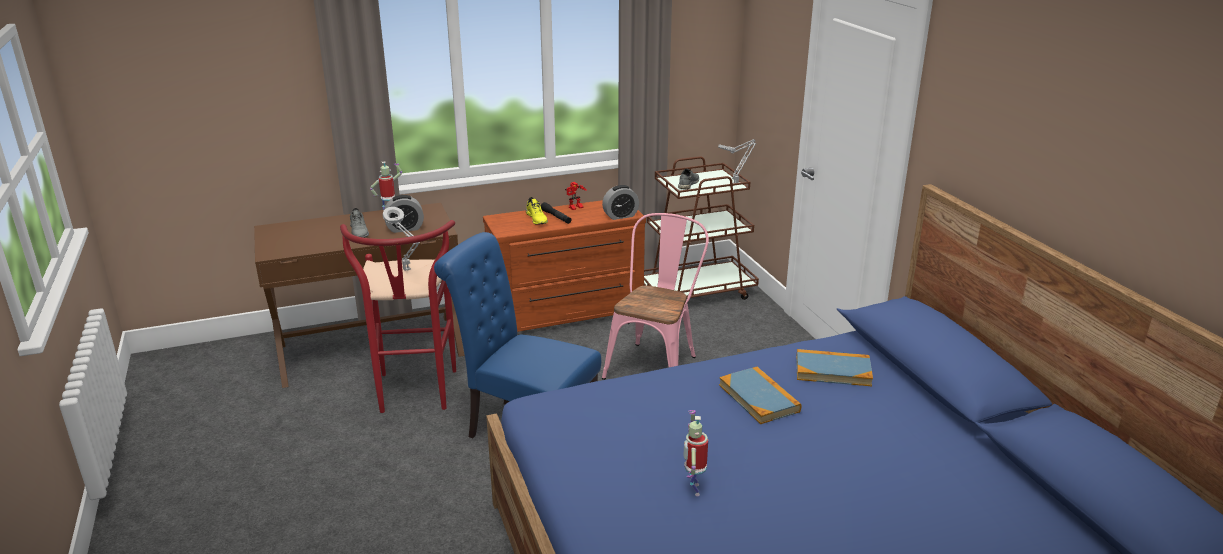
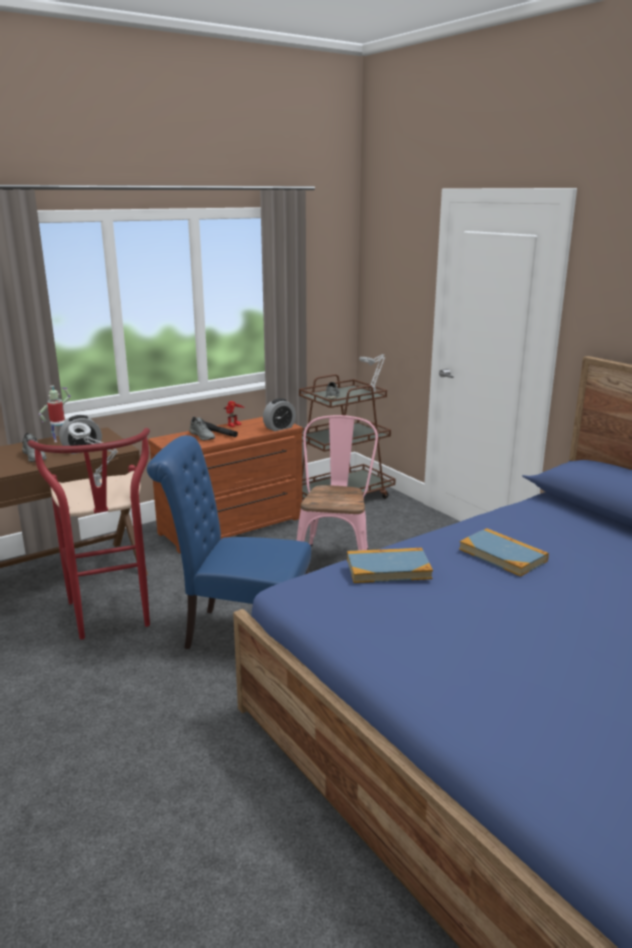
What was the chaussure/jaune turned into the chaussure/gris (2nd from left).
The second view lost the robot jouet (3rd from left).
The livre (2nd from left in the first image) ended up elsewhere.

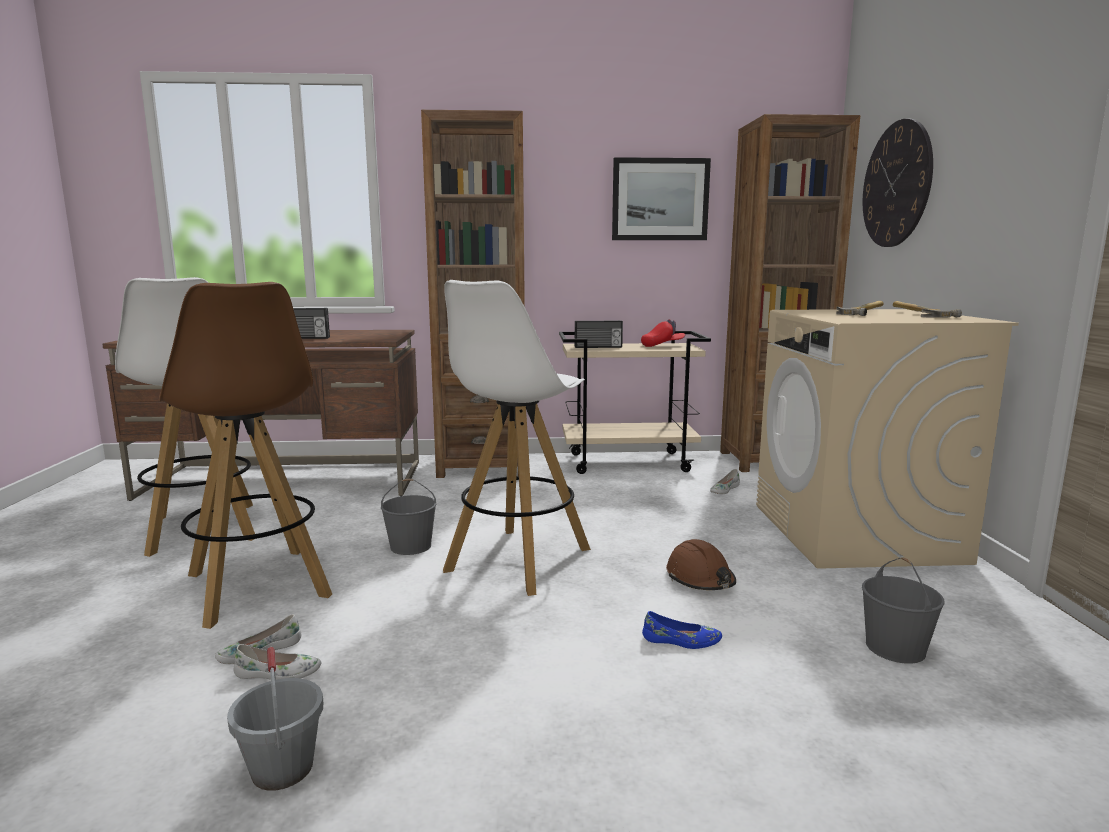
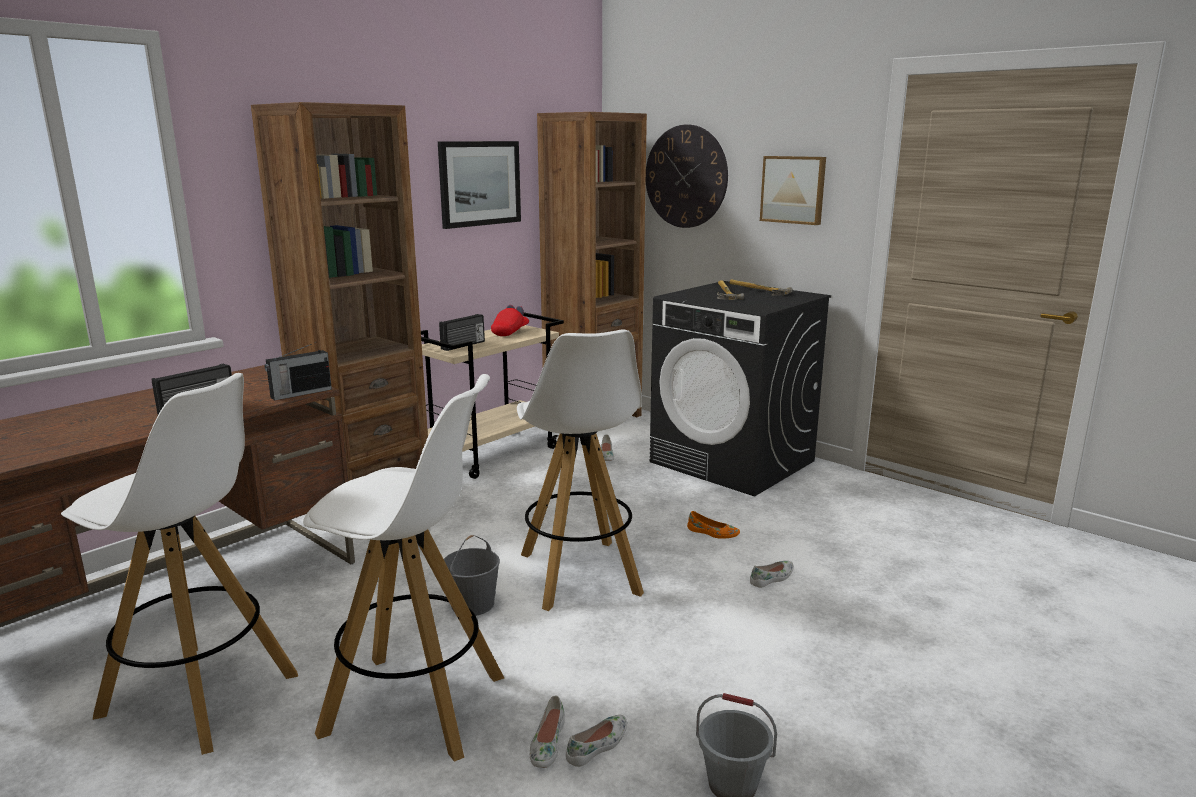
What was the tabouret/marron turned into the tabouret/blanc (2nd from left).
What was the chaussure/bleu turned into the chaussure/blanc (4th from left).
Where the casque de chantier/marron stood, the chaussure/orange came to stand.
What was the lave-linge/beige turned into the lave-linge/noir.
The second view lost the seau/gris (3rd from left).
The second view gained the radio (2nd from left).
The second view gained the tableau (2nd from left).

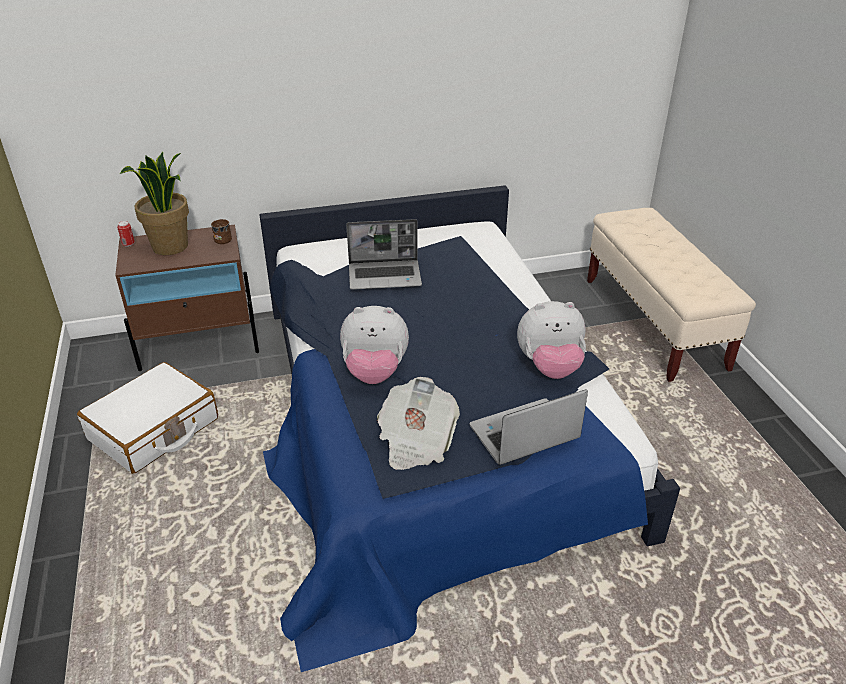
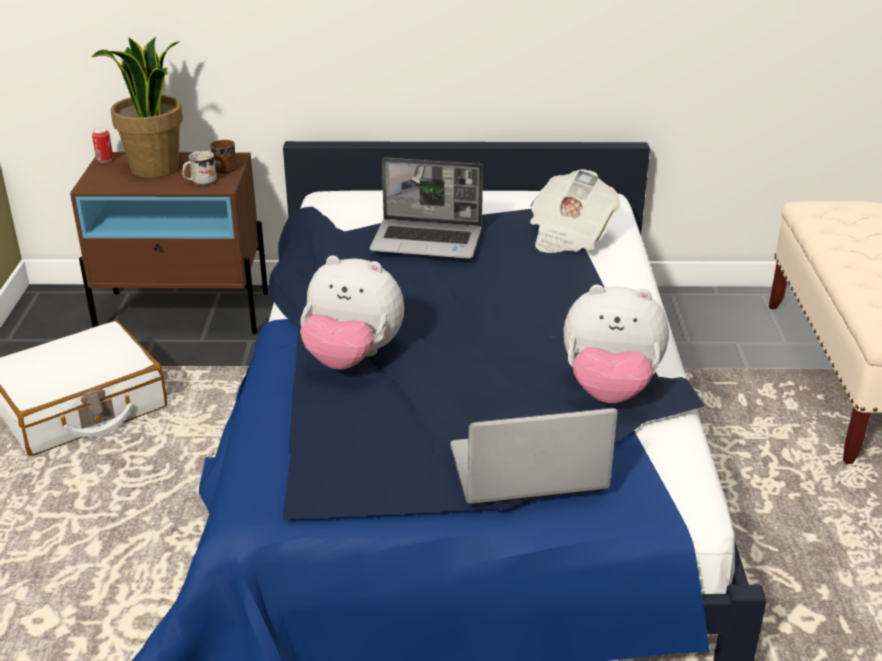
The journal ended up elsewhere.
The second view gained the mug/blanc.

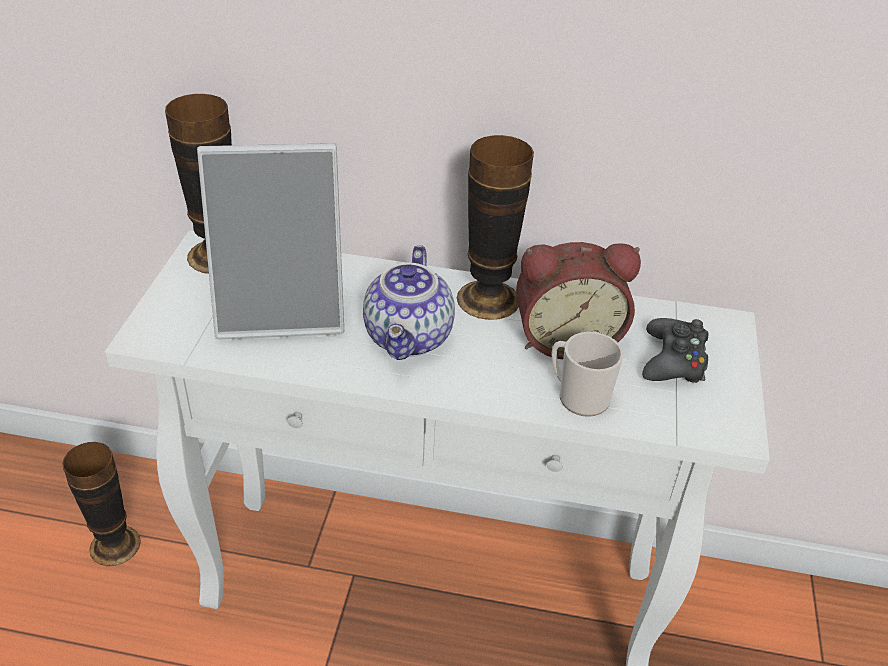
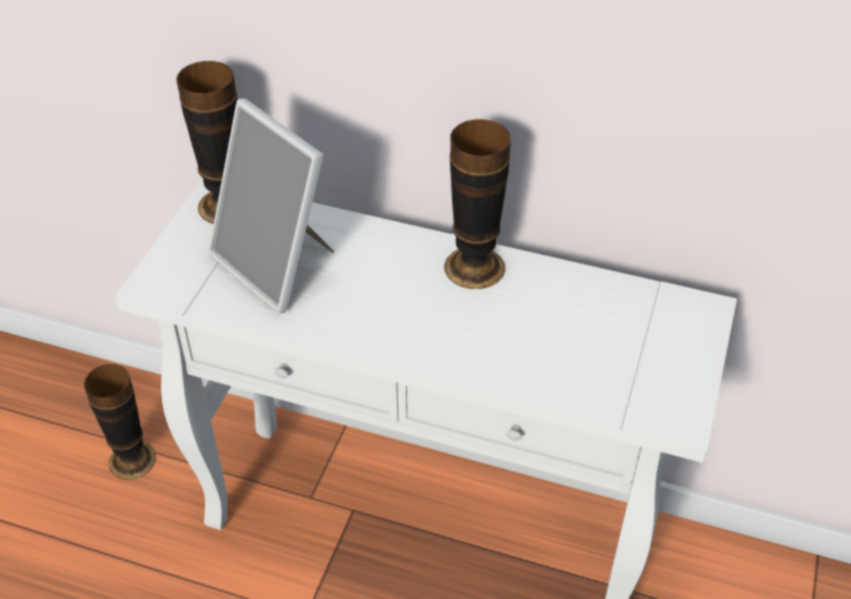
The cadre photo ended up facing another way, 45 degrees clockwise from before.
The second view lost the théière.
The second view lost the réveil.
The second view lost the mug.
The second view lost the manette/noir.

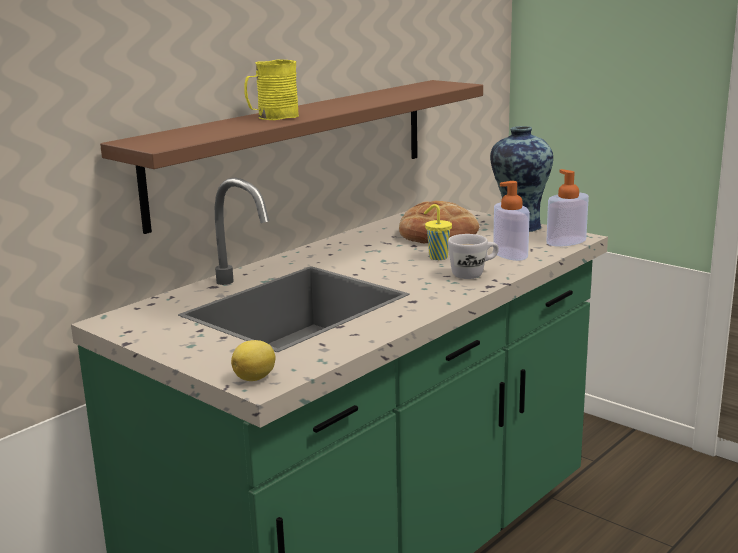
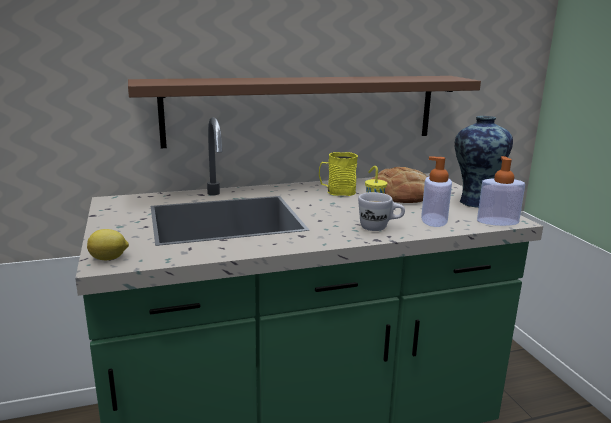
The mug/jaune ended up elsewhere.

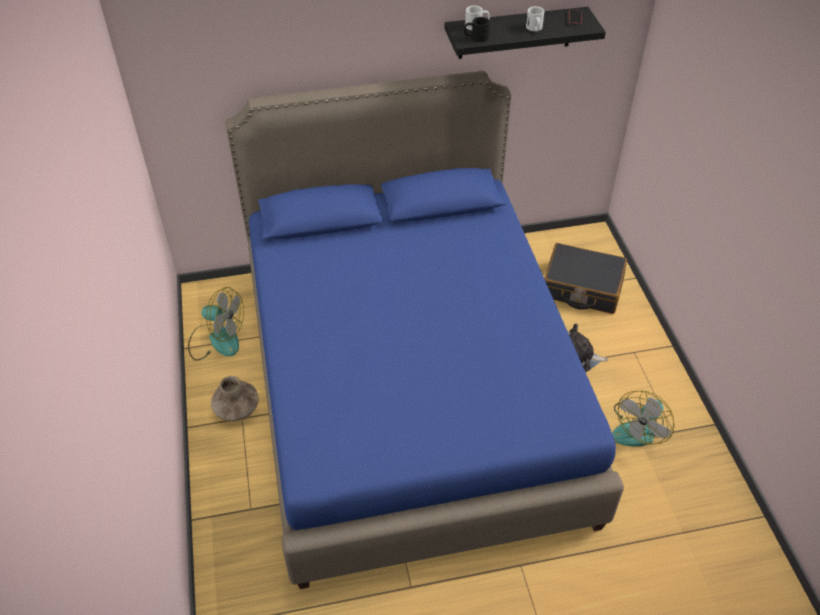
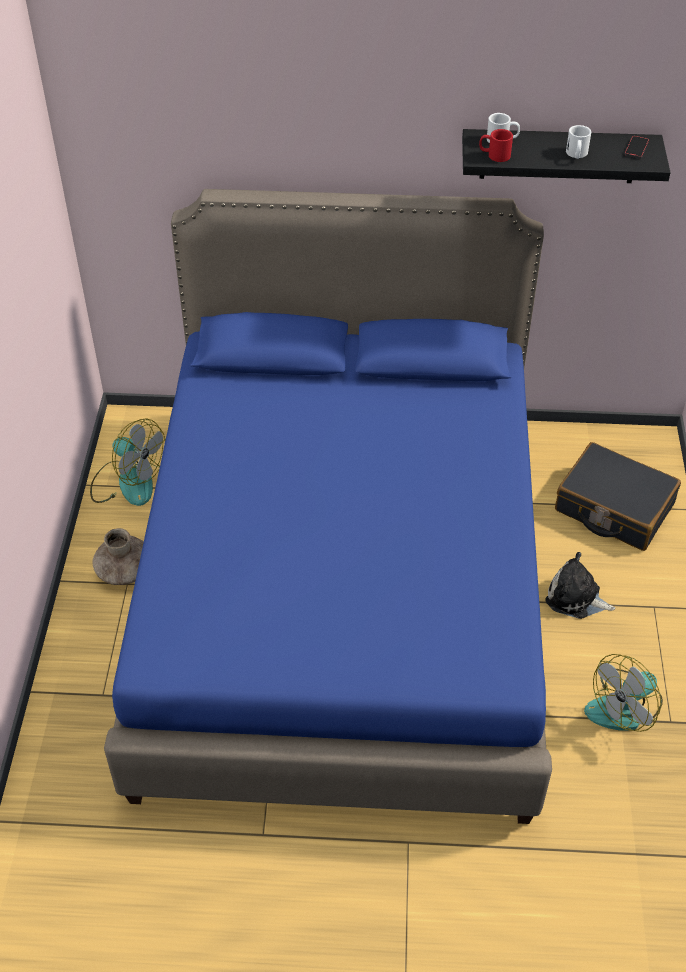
What was the mug/noir turned into the mug/rouge.

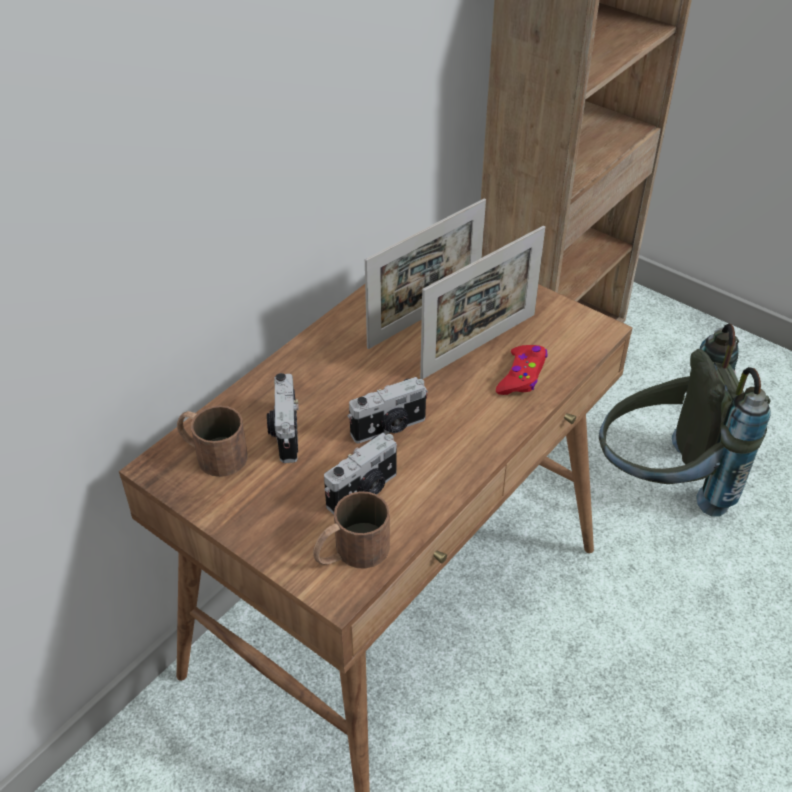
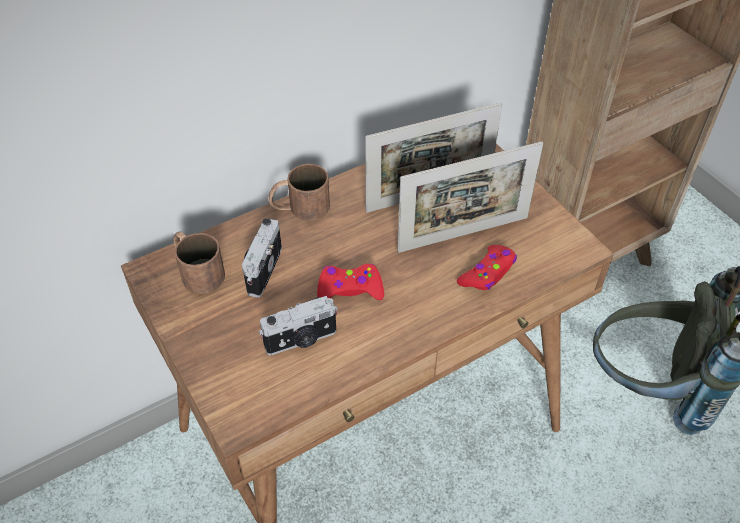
The mug/marron (2nd from left) ended up elsewhere.
Where the appareil photo (3rd from left) stood, the manette/rouge (1st from left) came to stand.

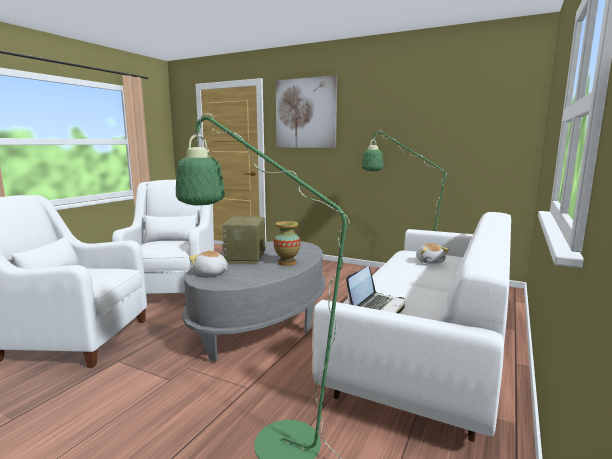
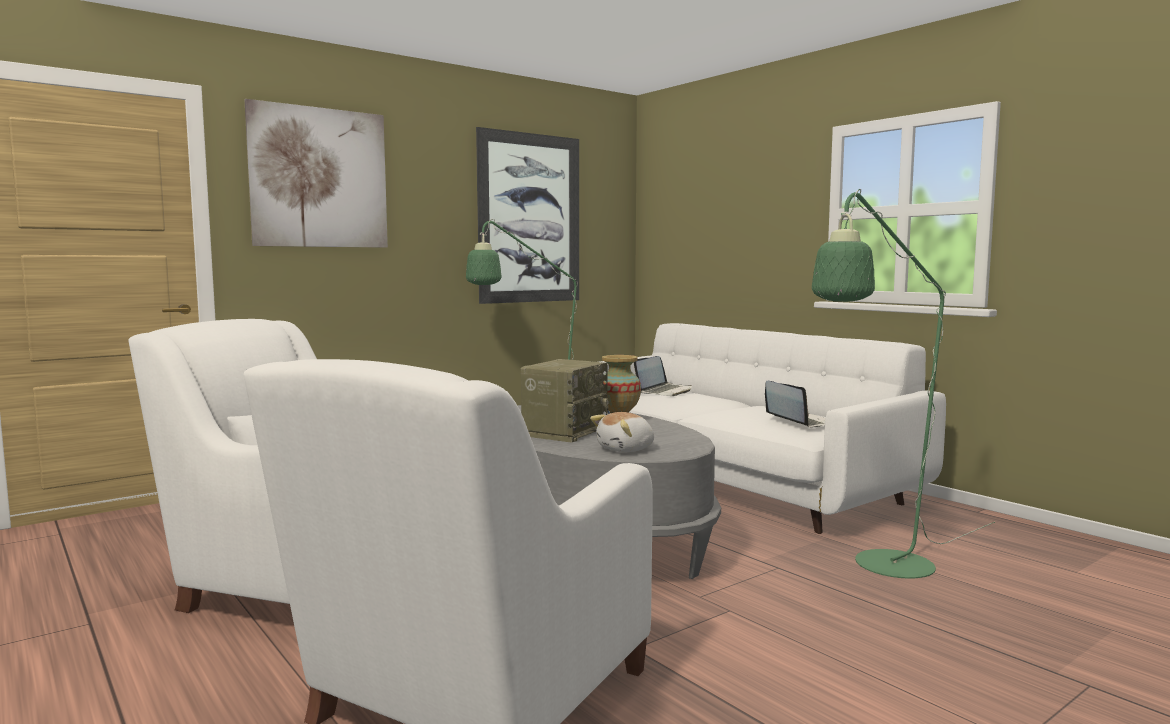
The radio ended up facing another way, 90 degrees counterclockwise from before.
Where the peluche (2nd from left) stood, the ordinateur portable (1st from left) came to stand.
The second view gained the tableau (2nd from left).

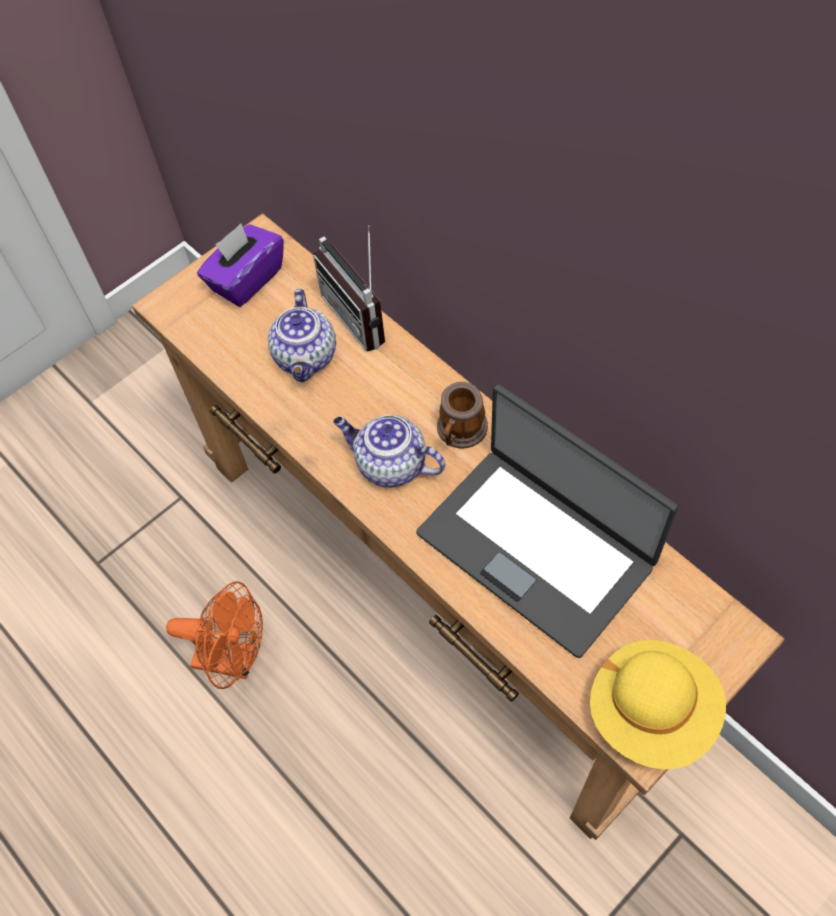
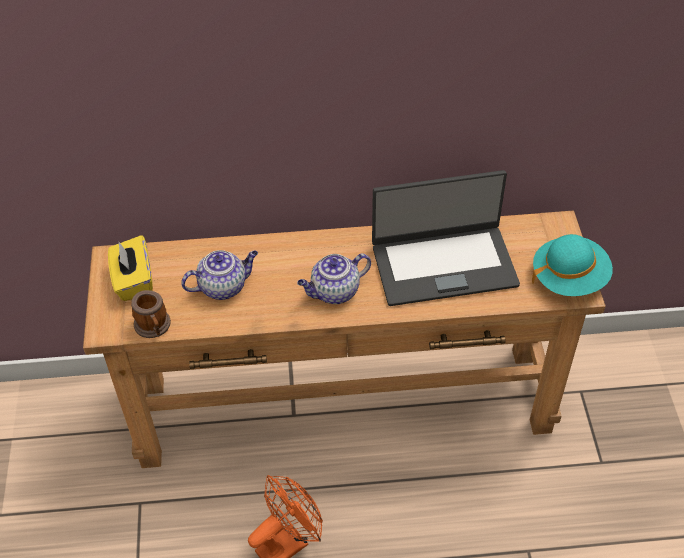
What was the boîte à mouchoirs/violet turned into the boîte à mouchoirs/jaune.
The théière (1st from left) ended up facing another way, 60 degrees counterclockwise from before.
The second view lost the radio.
The mug ended up elsewhere.
What was the chapeau/jaune turned into the chapeau/turquoise.

